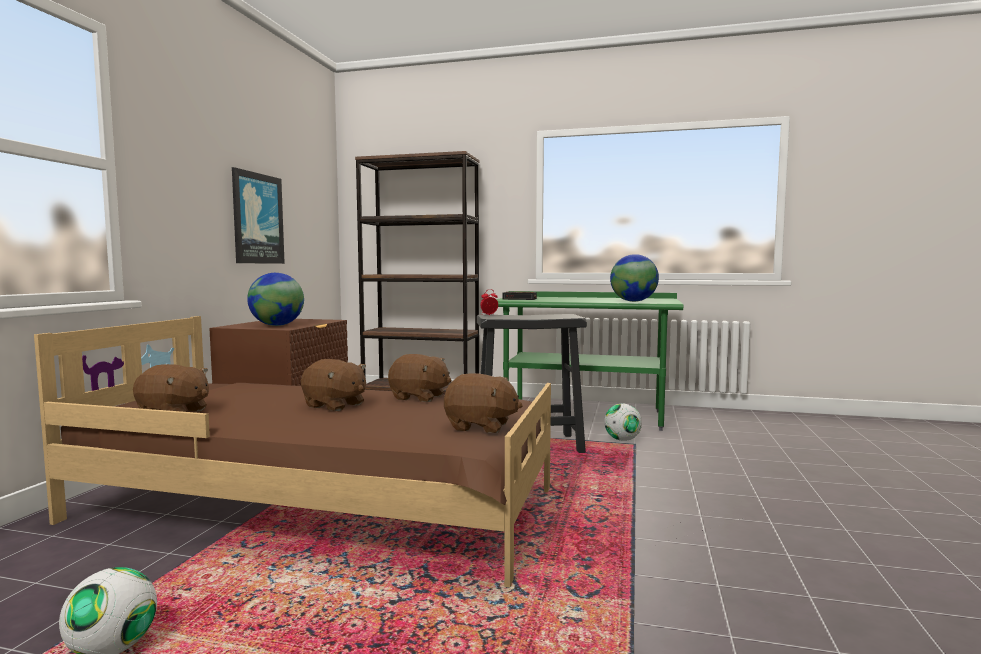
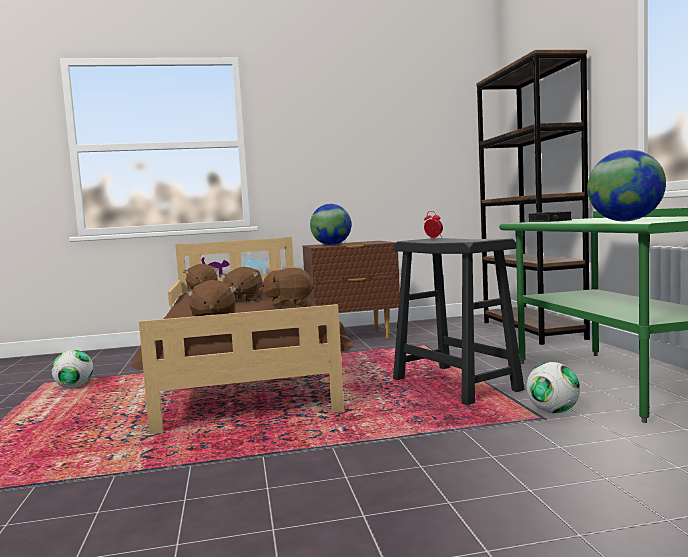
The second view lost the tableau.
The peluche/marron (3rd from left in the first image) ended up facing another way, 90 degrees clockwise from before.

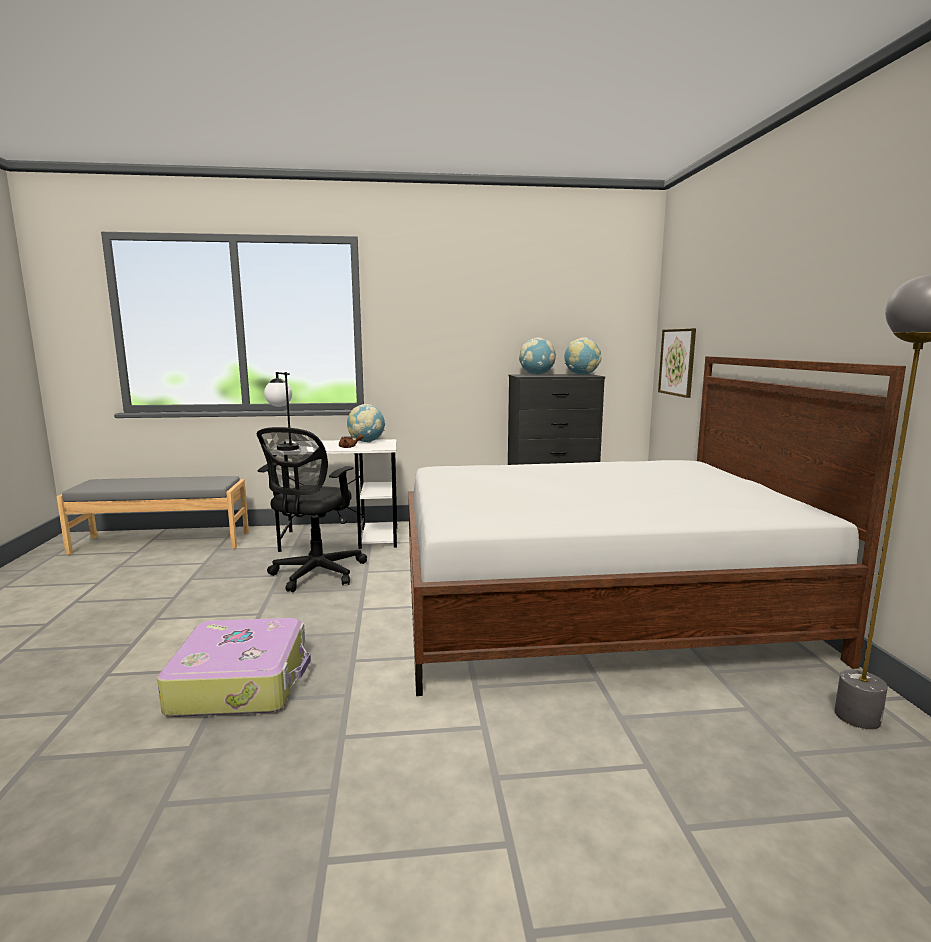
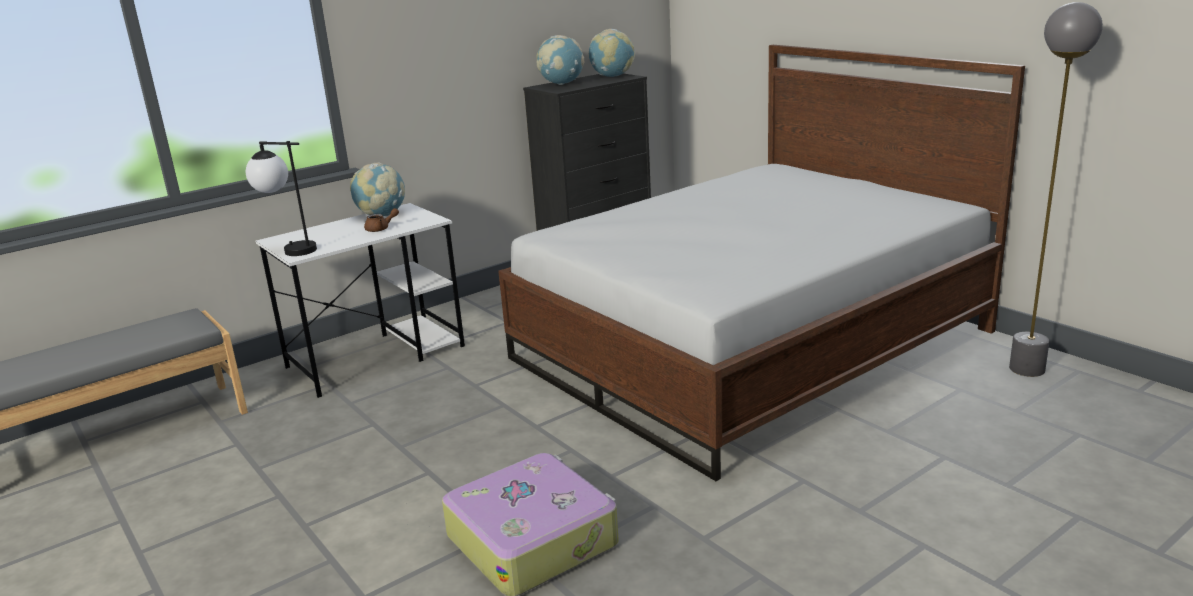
The second view lost the chaise de bureau/noir.
The second view lost the tableau.

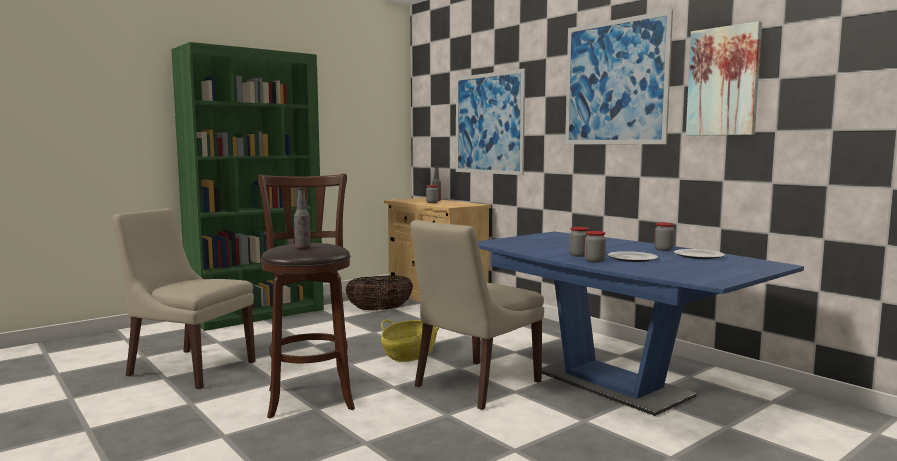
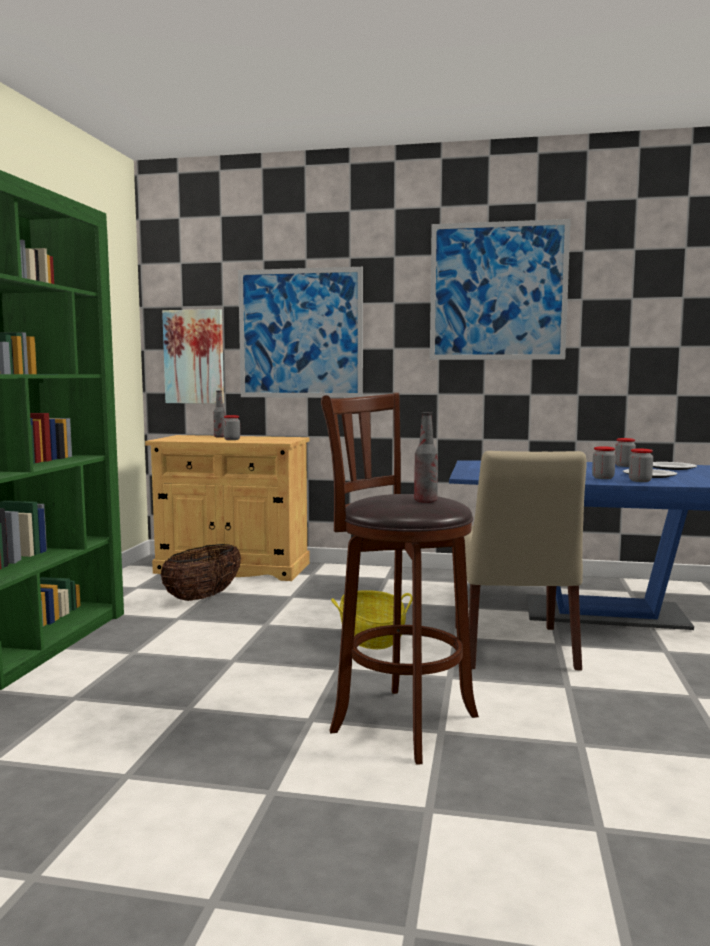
The second view lost the chaise/beige (1st from left).
The tableau (3rd from left in the first image) ended up elsewhere.

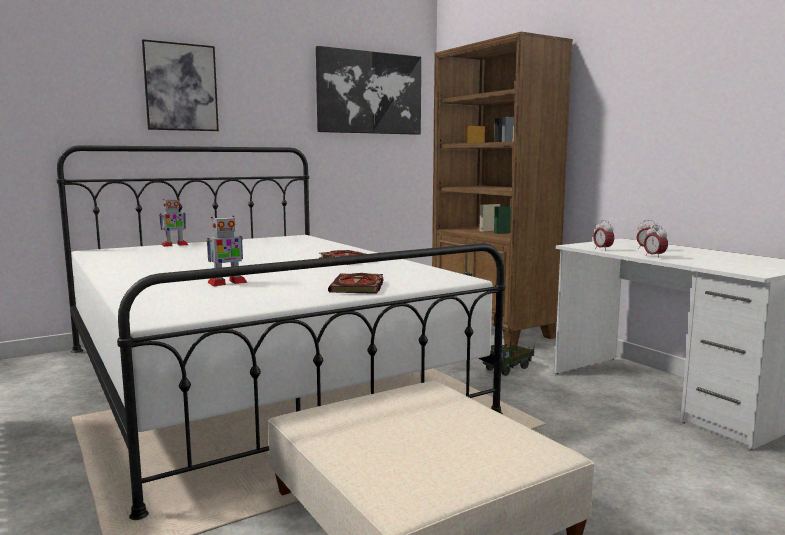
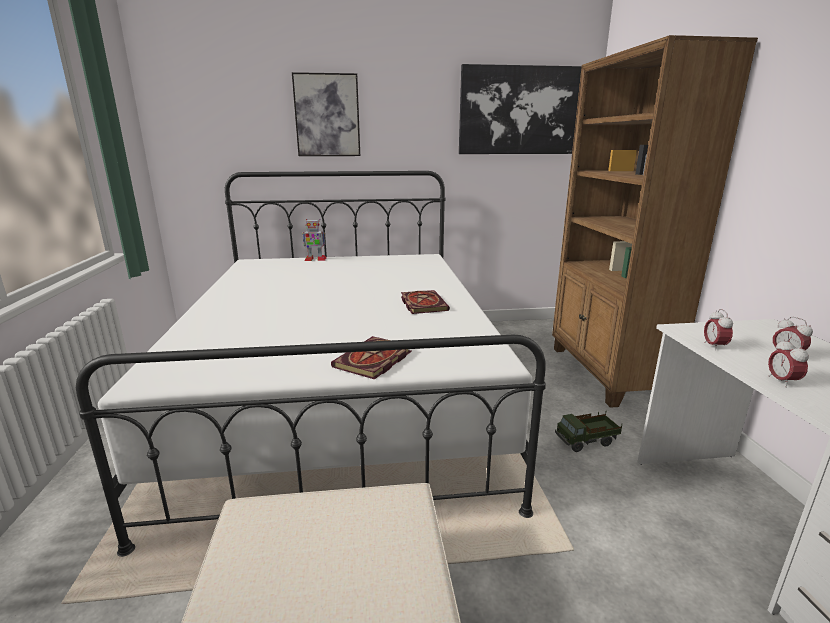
The second view lost the robot jouet (2nd from left).

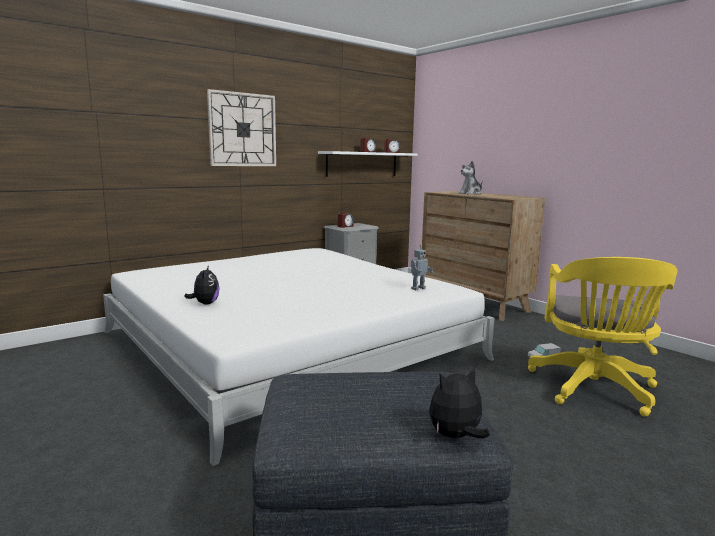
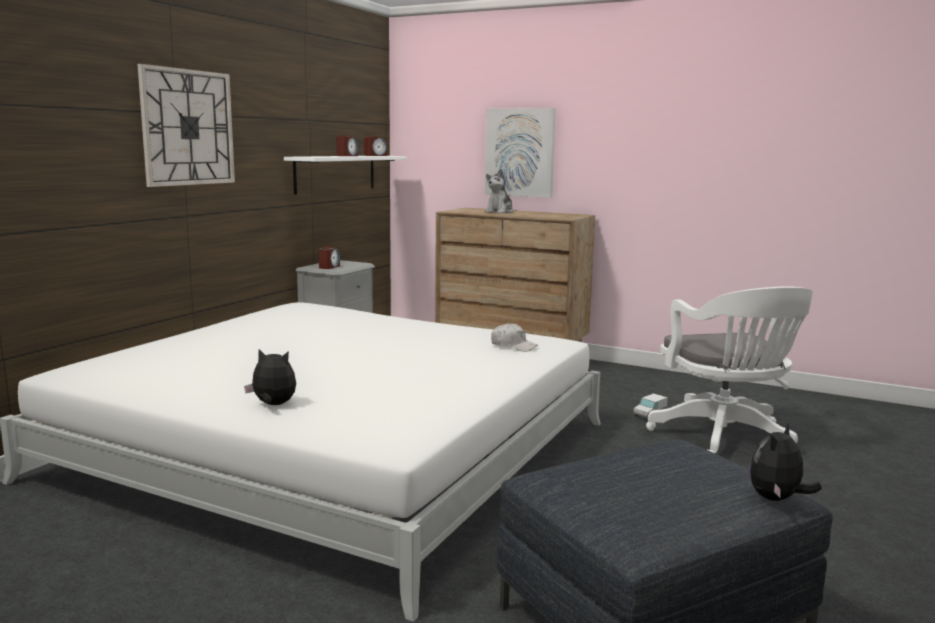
The peluche (1st from left) ended up facing another way, 45 degrees counterclockwise from before.
Where the robot jouet stood, the casquette/blanc came to stand.
What was the chaise de bureau/jaune turned into the chaise de bureau/blanc.
The second view gained the tableau.

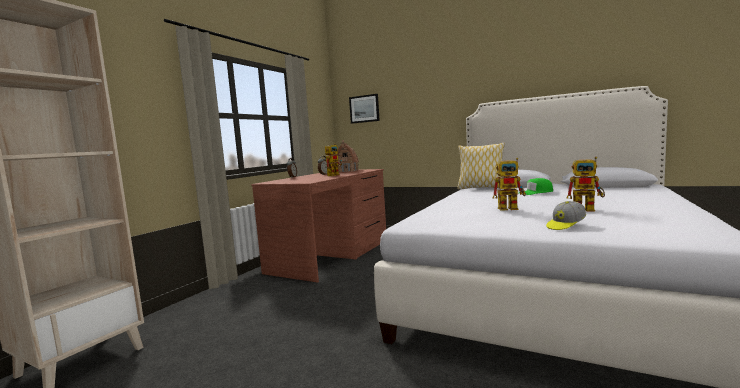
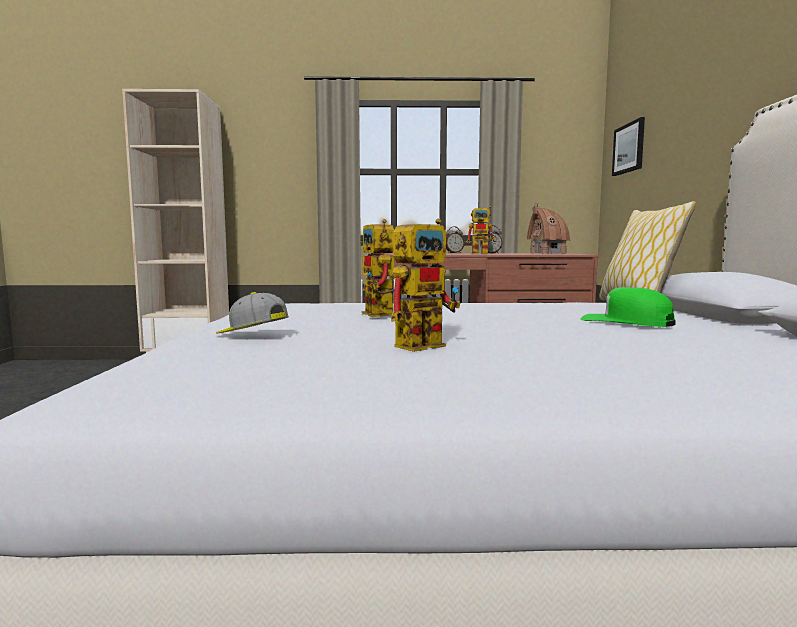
The robot jouet (3rd from left in the first image) ended up facing another way, 120 degrees counterclockwise from before.

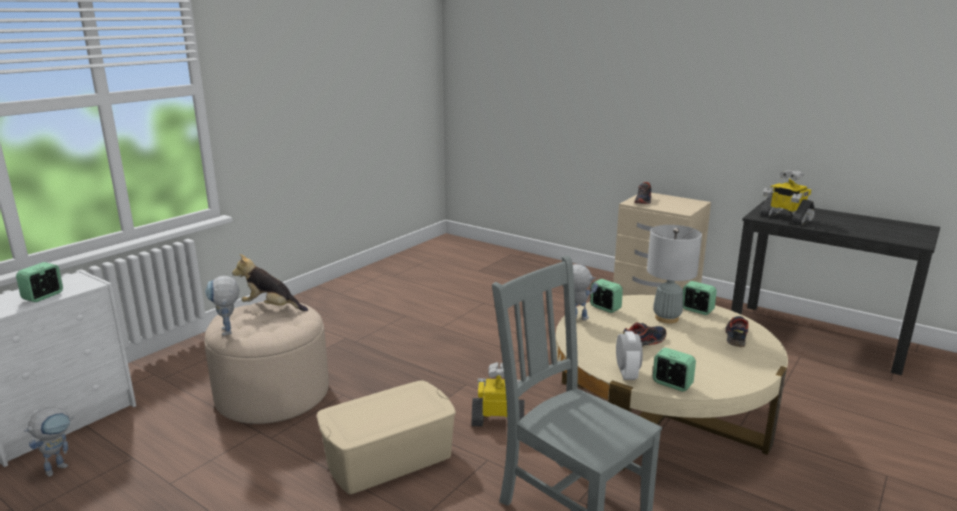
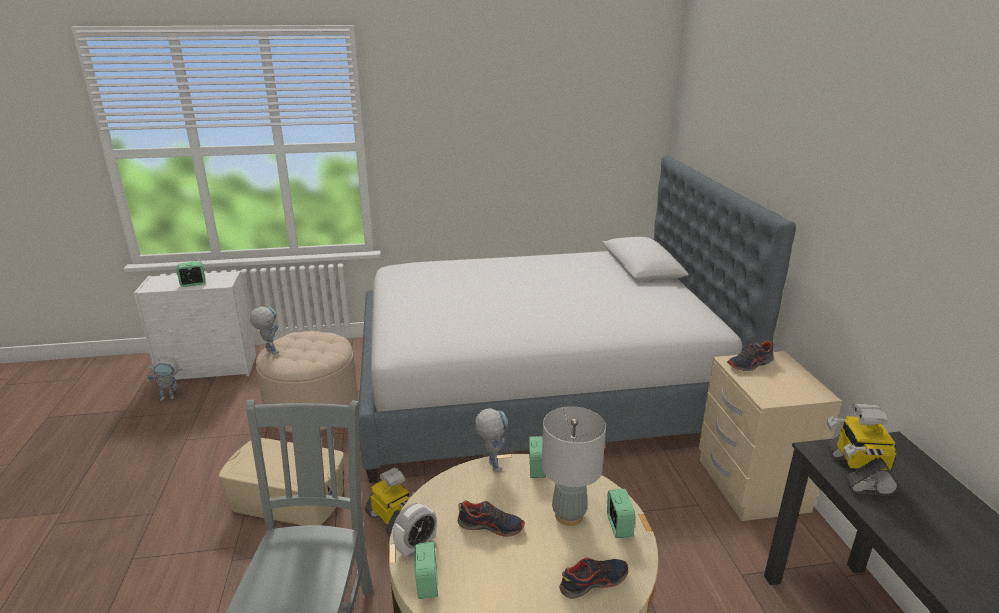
The robot jouet (2nd from left) ended up facing another way, 105 degrees clockwise from before.
The second view lost the peluche.
The second view gained the lit.

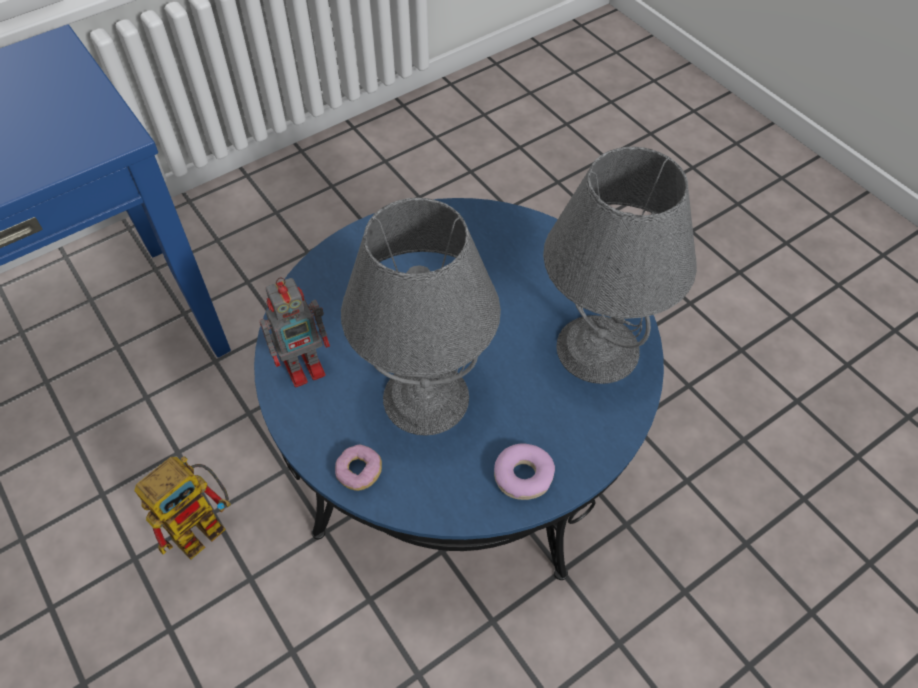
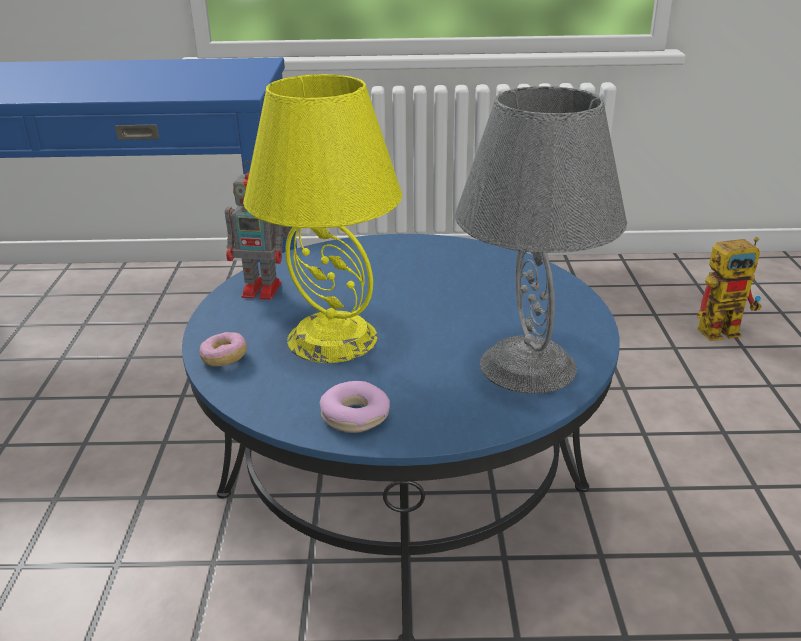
The robot jouet (1st from left in the first image) ended up elsewhere.
What was the lampe de table/gris (1st from left) turned into the lampe de table/jaune.

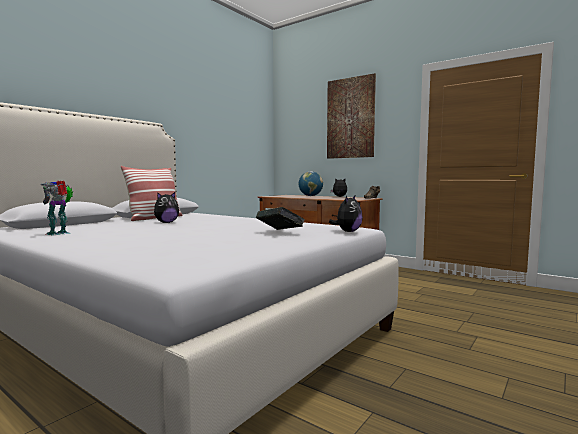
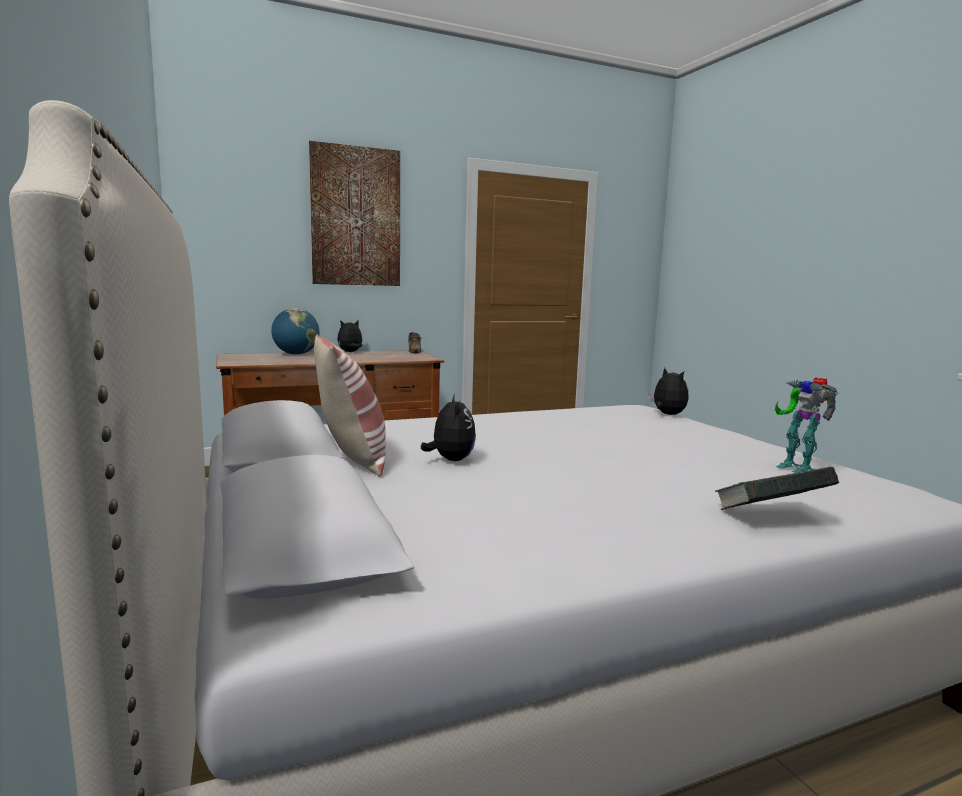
The robot jouet ended up elsewhere.
The livre ended up elsewhere.

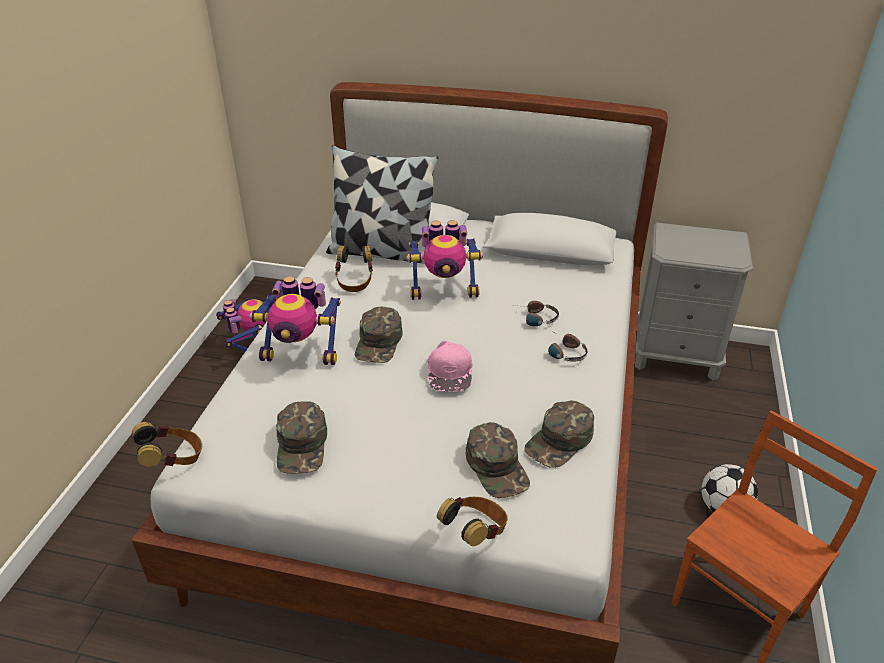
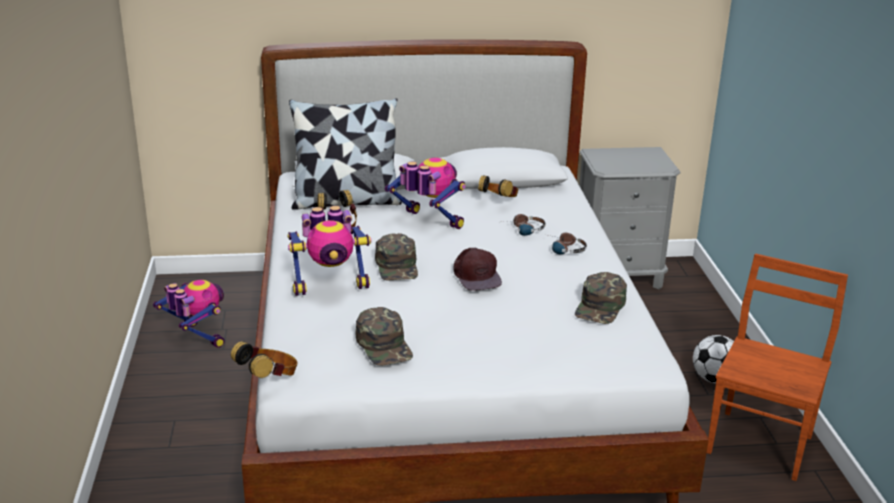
The robot jouet (3rd from left) ended up facing another way, 120 degrees counterclockwise from before.
What was the casquette/rose turned into the casquette/marron.
The casque audio (3rd from left) ended up elsewhere.
The second view lost the casquette/vert (3rd from left).

